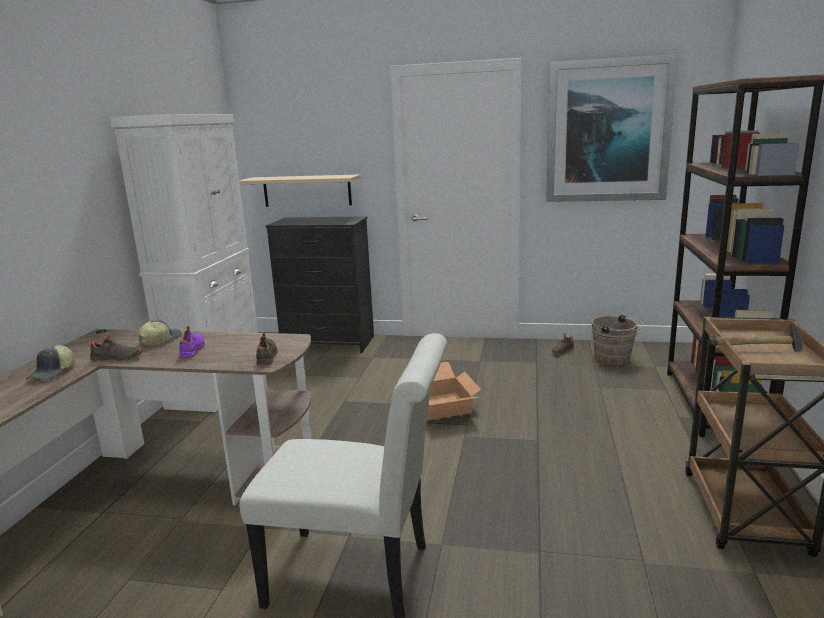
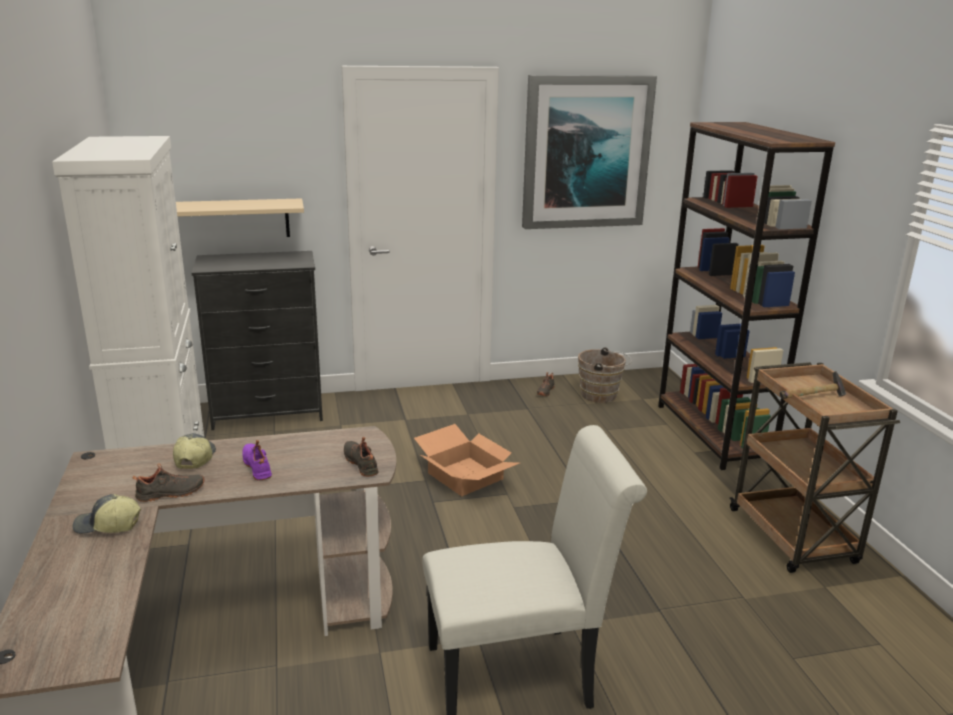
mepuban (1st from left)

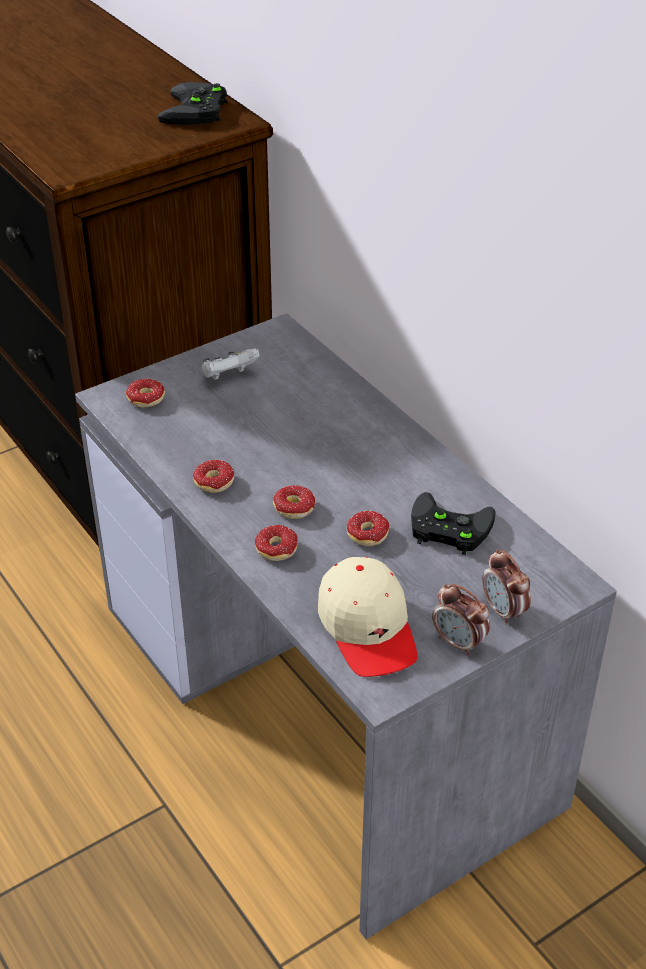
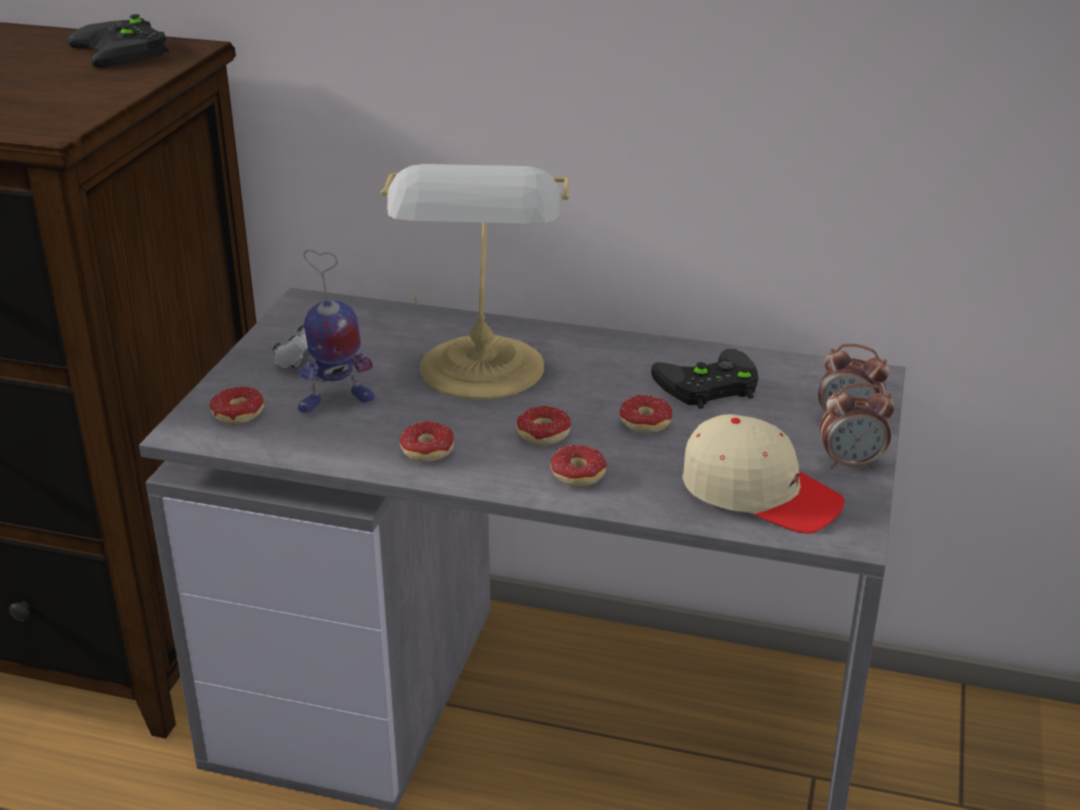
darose
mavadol

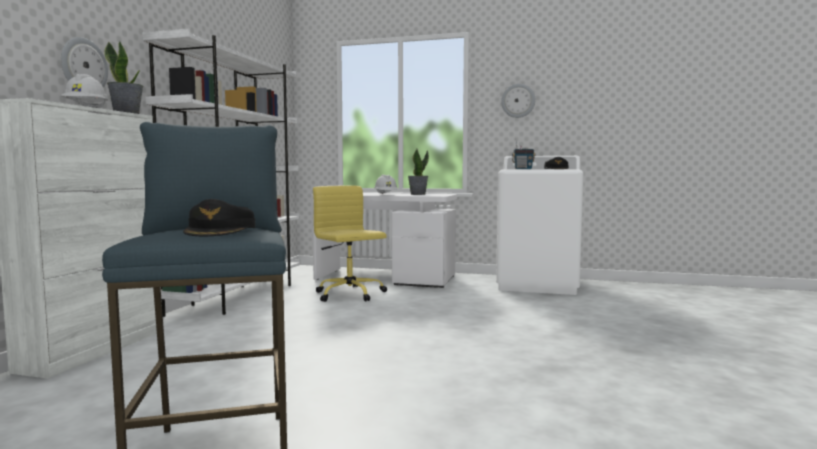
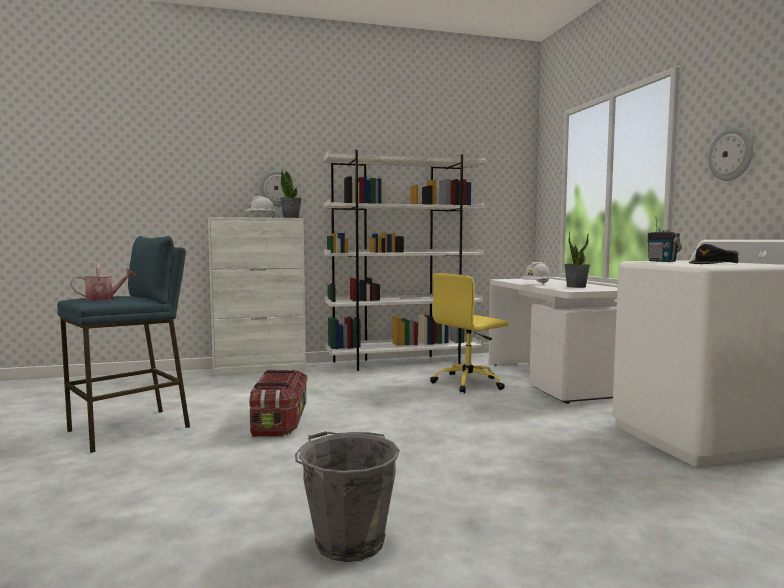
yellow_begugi
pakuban
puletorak
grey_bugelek

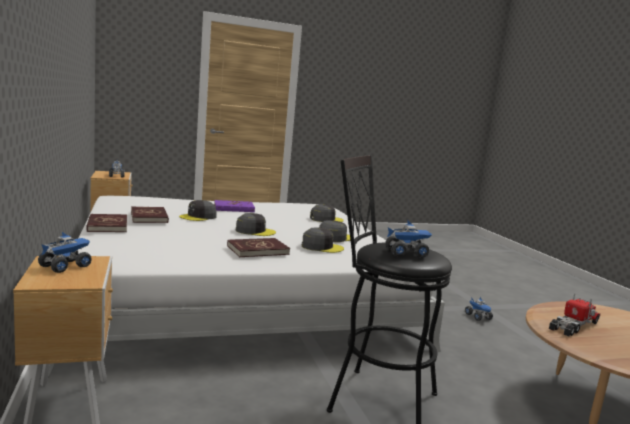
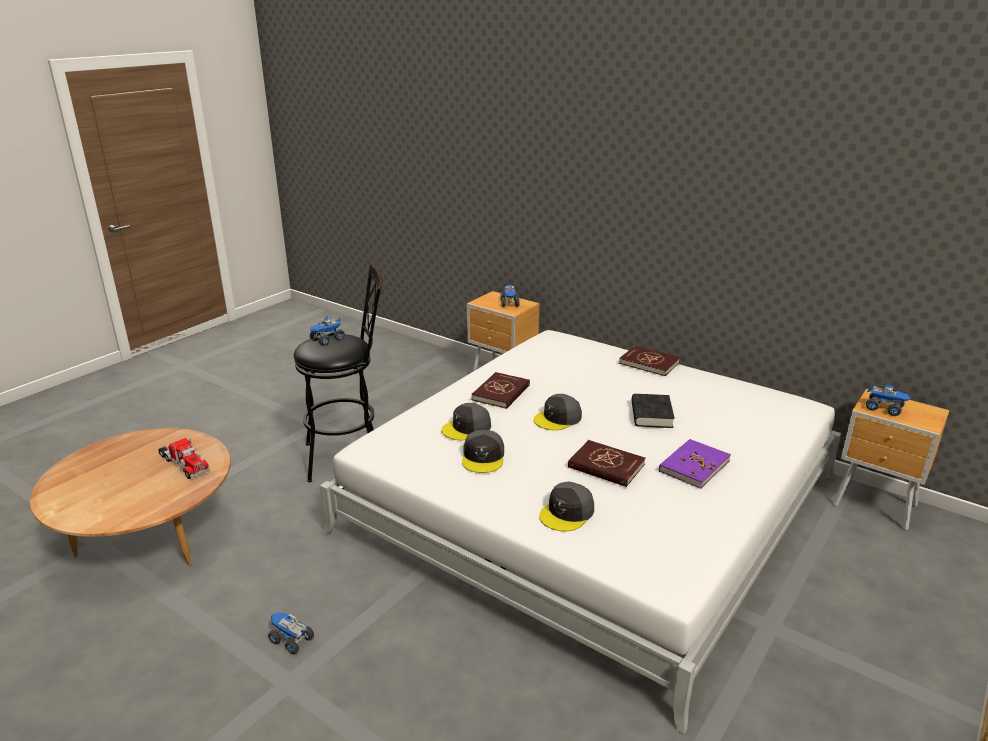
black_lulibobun
red_lulibobun (2nd from left)
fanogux (1st from left)

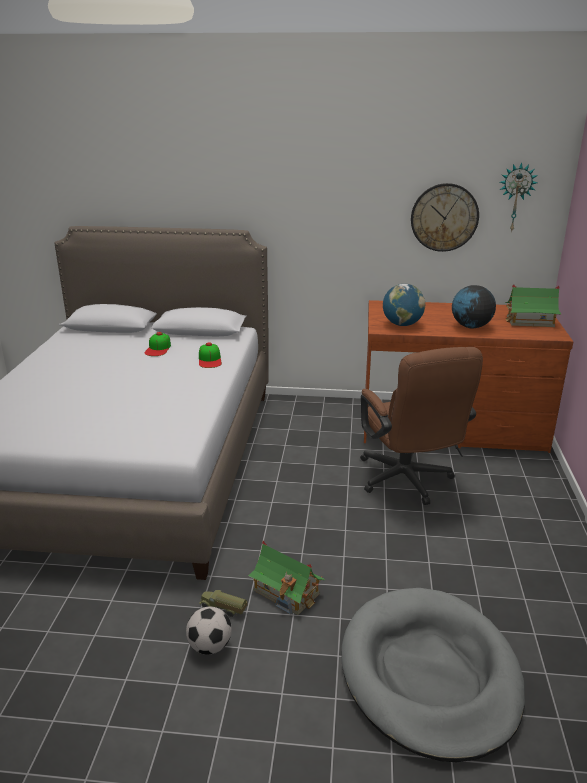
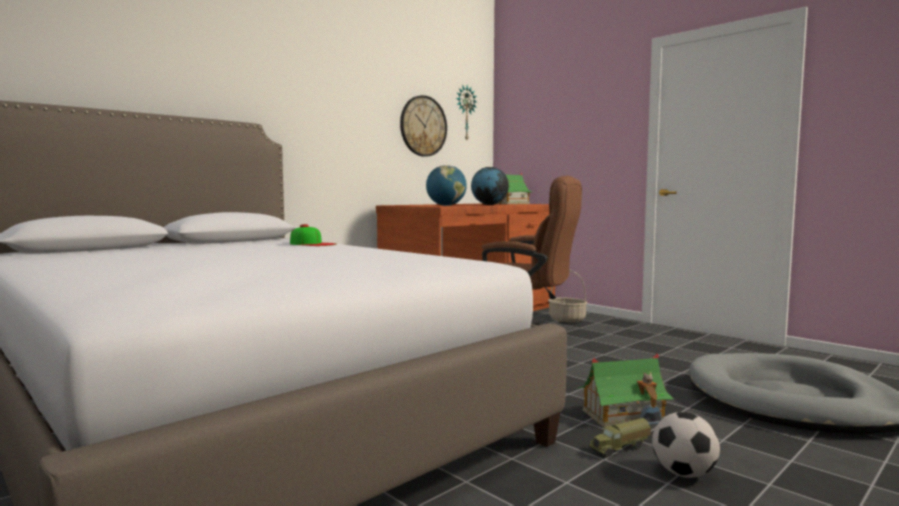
mepuban (1st from left in the first image)
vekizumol

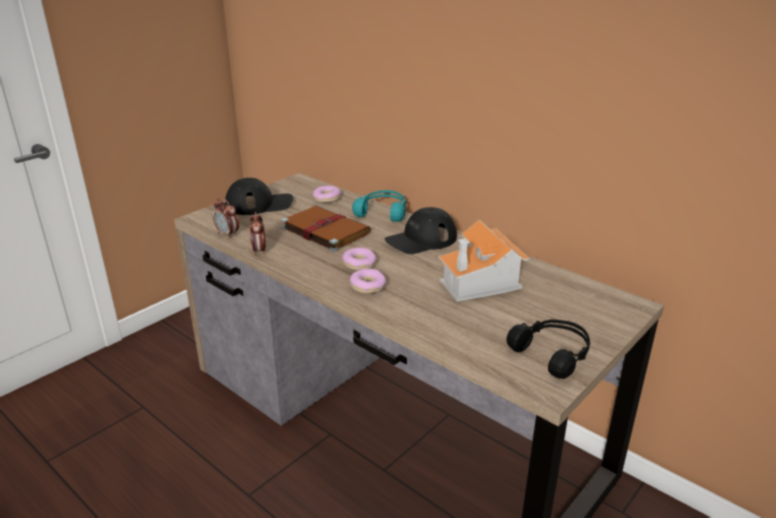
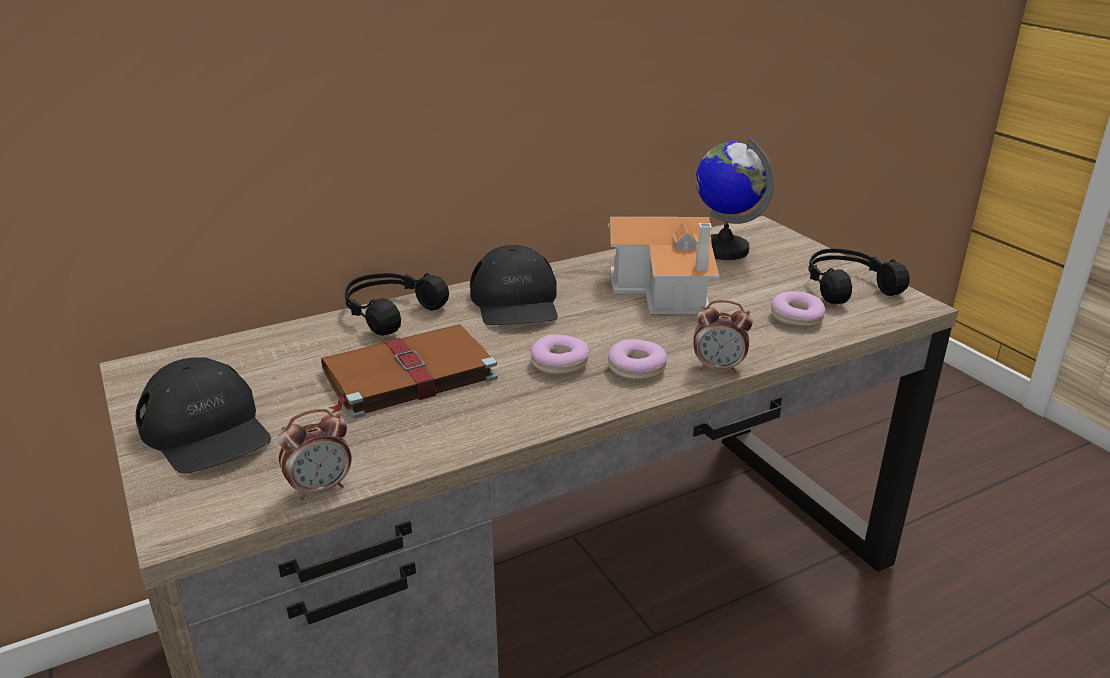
black_mepuban (1st from left)
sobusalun (3rd from left)
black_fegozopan (1st from left)
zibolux (2nd from left)
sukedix

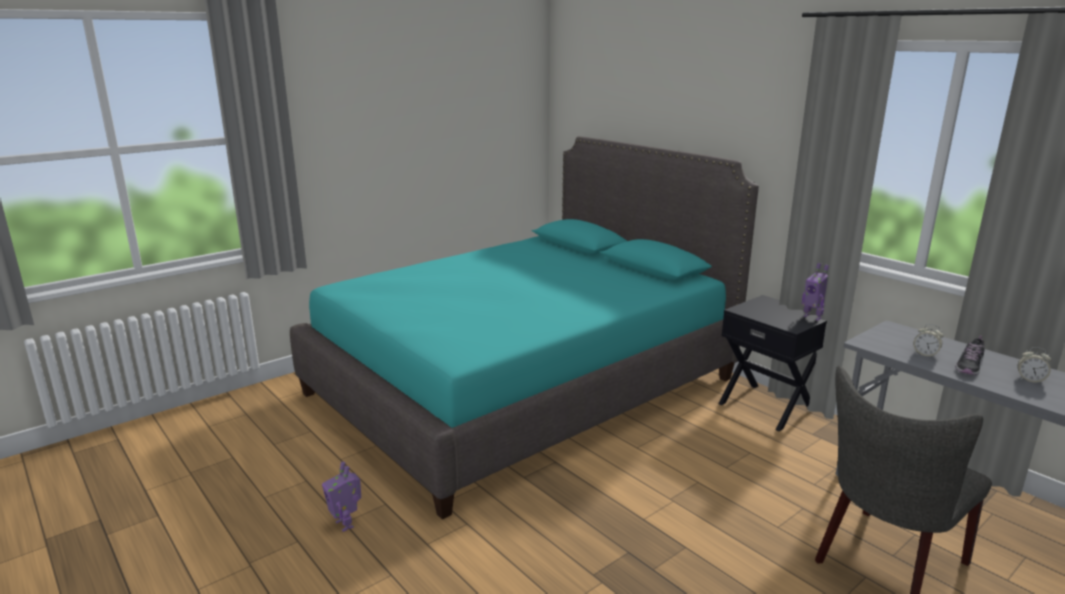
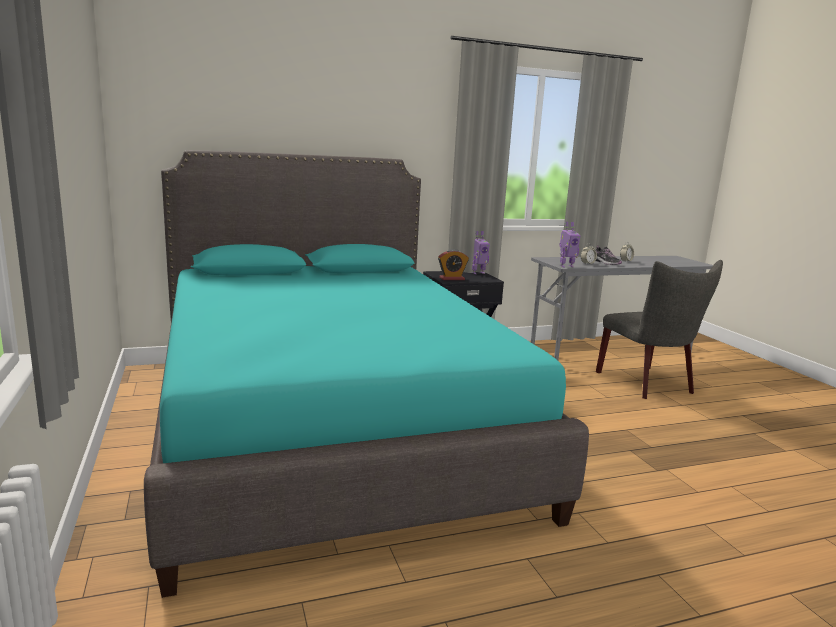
mavadol (2nd from left)
zibolux (1st from left)

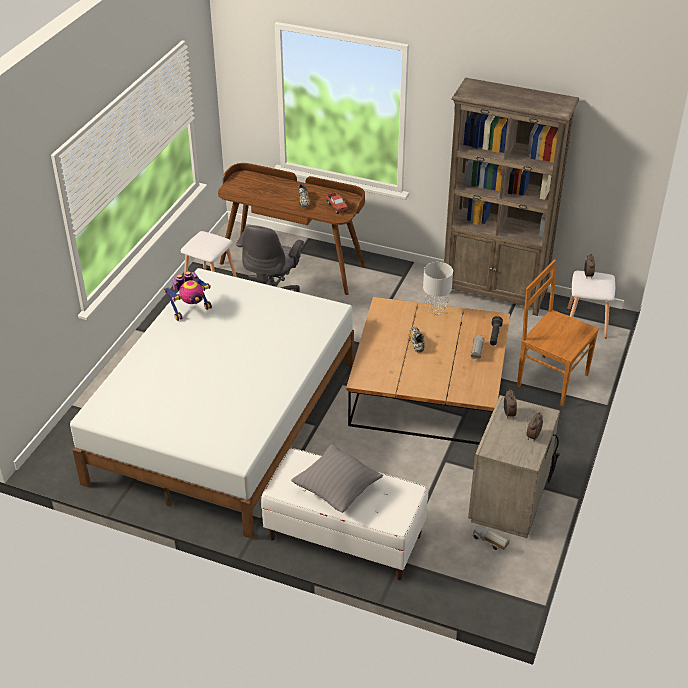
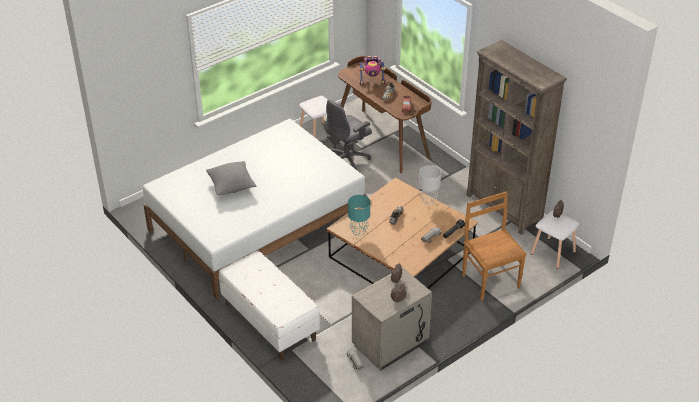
mavadol
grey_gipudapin
turquoise_darose

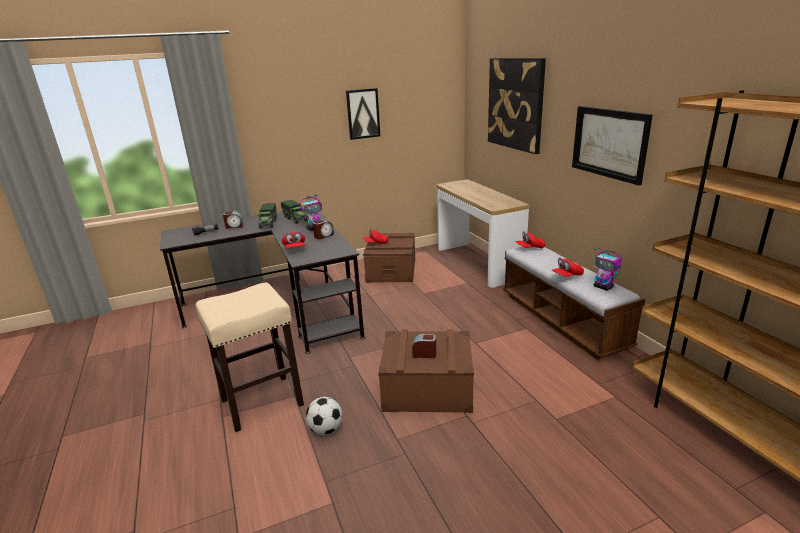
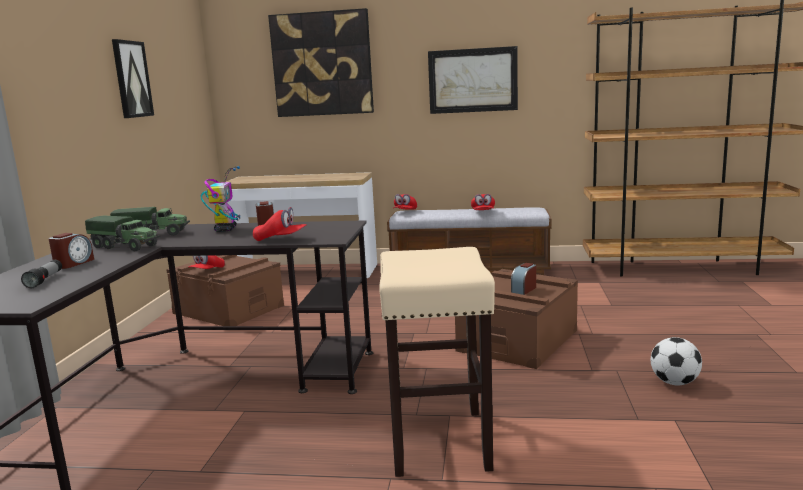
mavadol (2nd from left in the first image)
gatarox

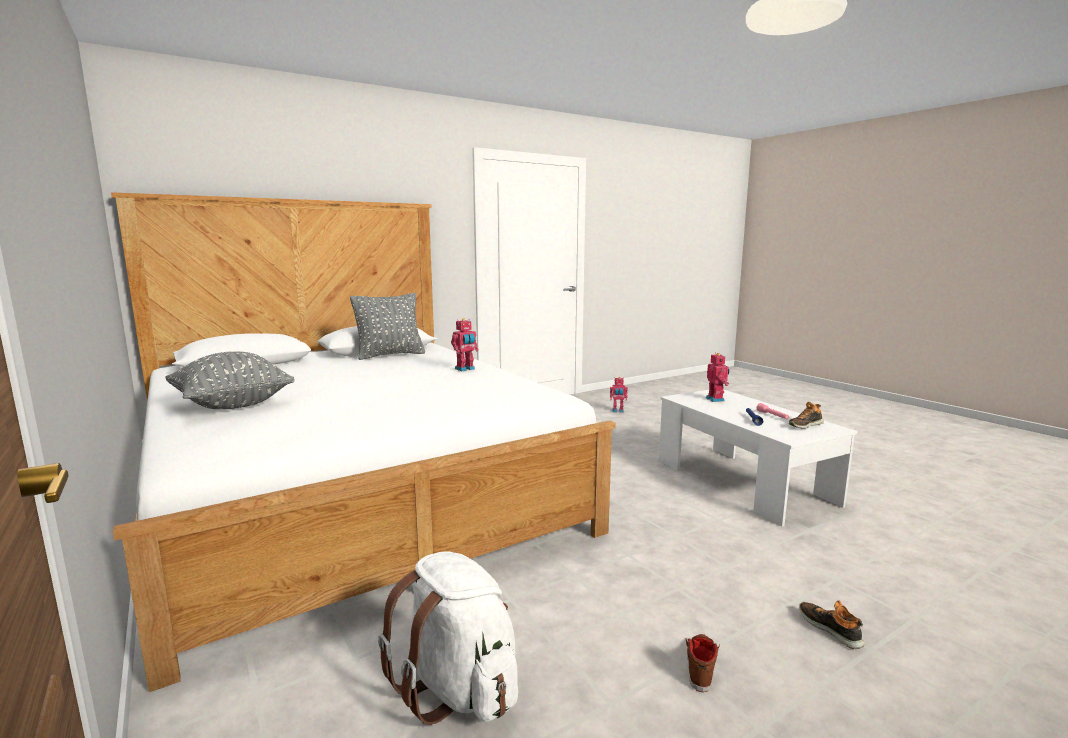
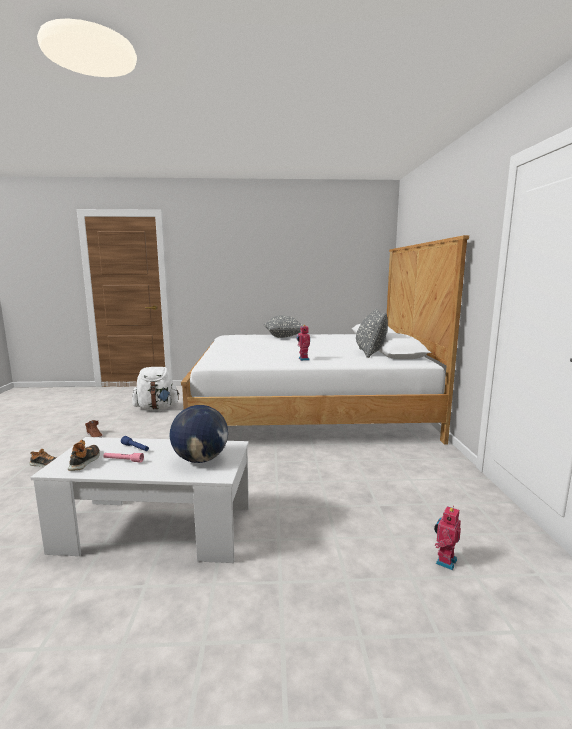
sukedix

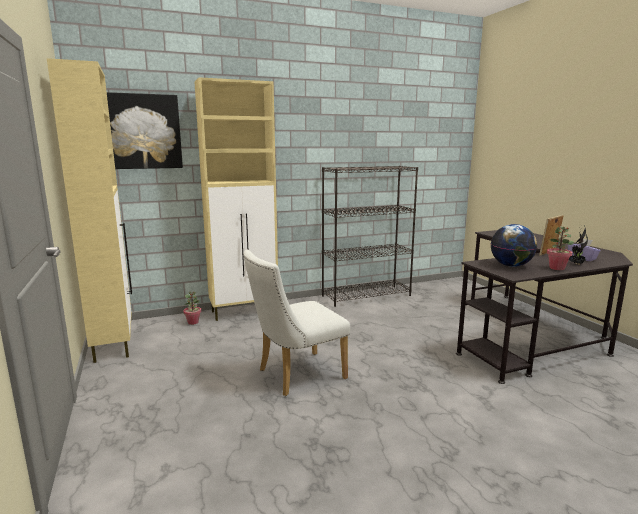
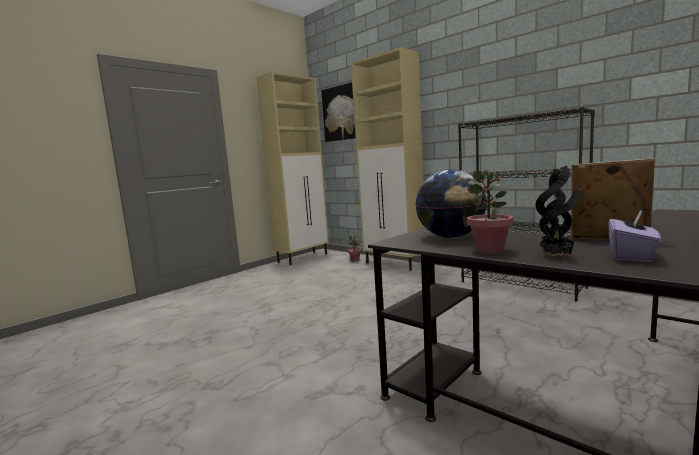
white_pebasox

